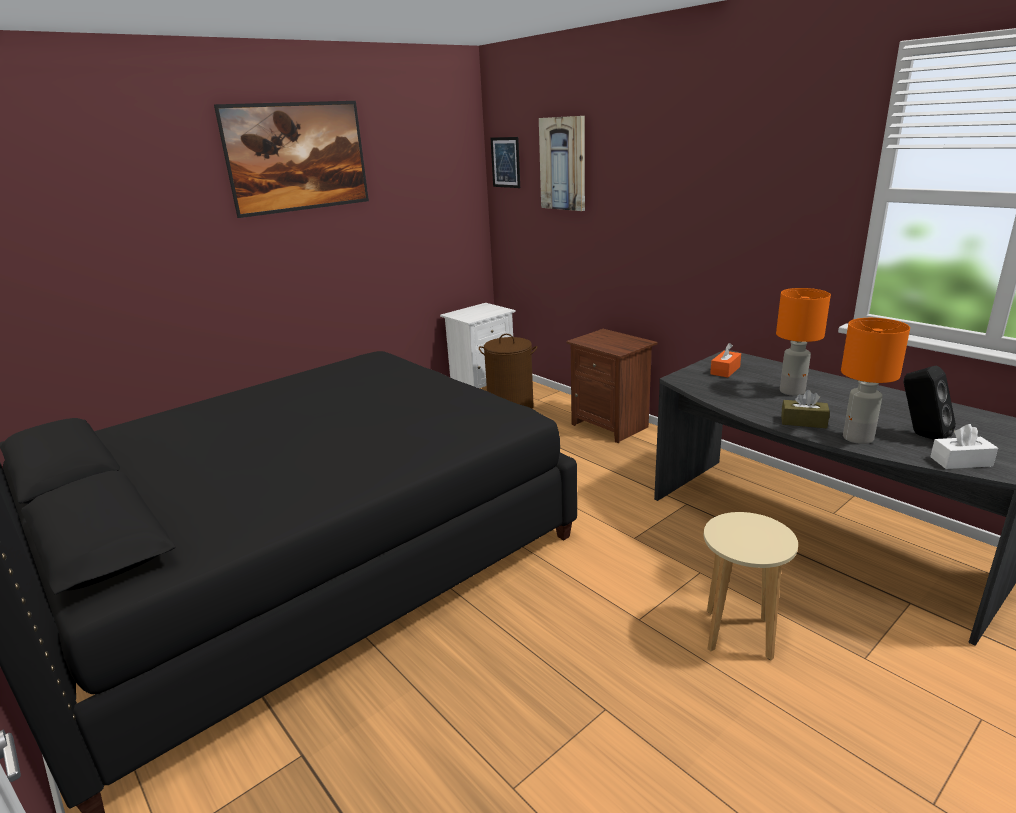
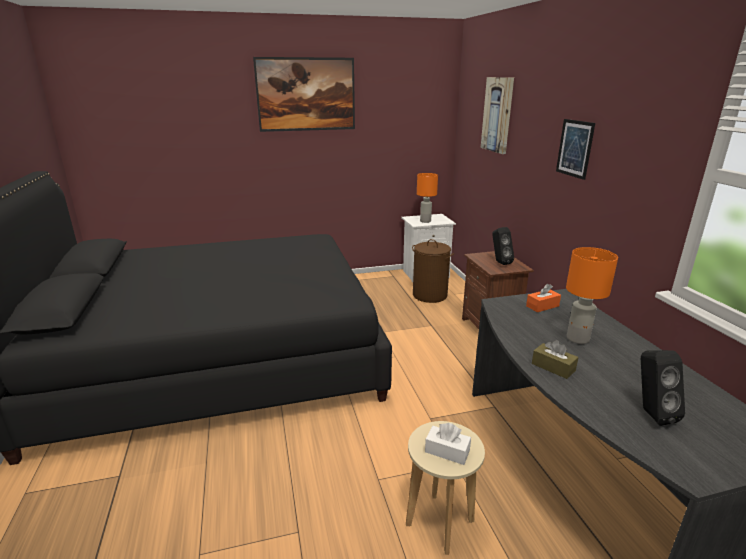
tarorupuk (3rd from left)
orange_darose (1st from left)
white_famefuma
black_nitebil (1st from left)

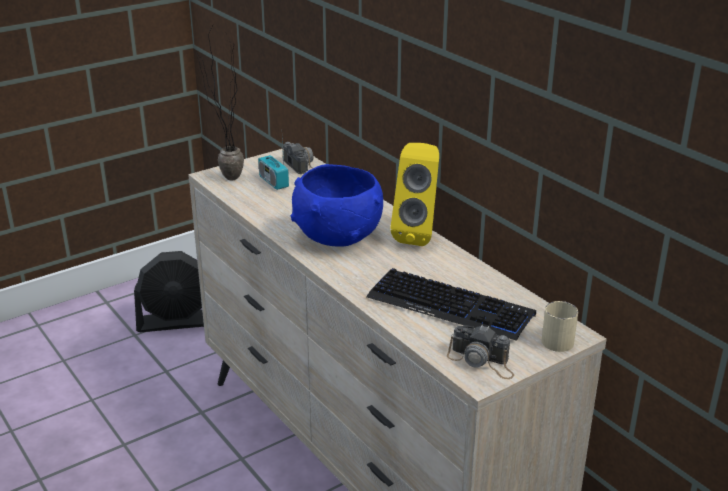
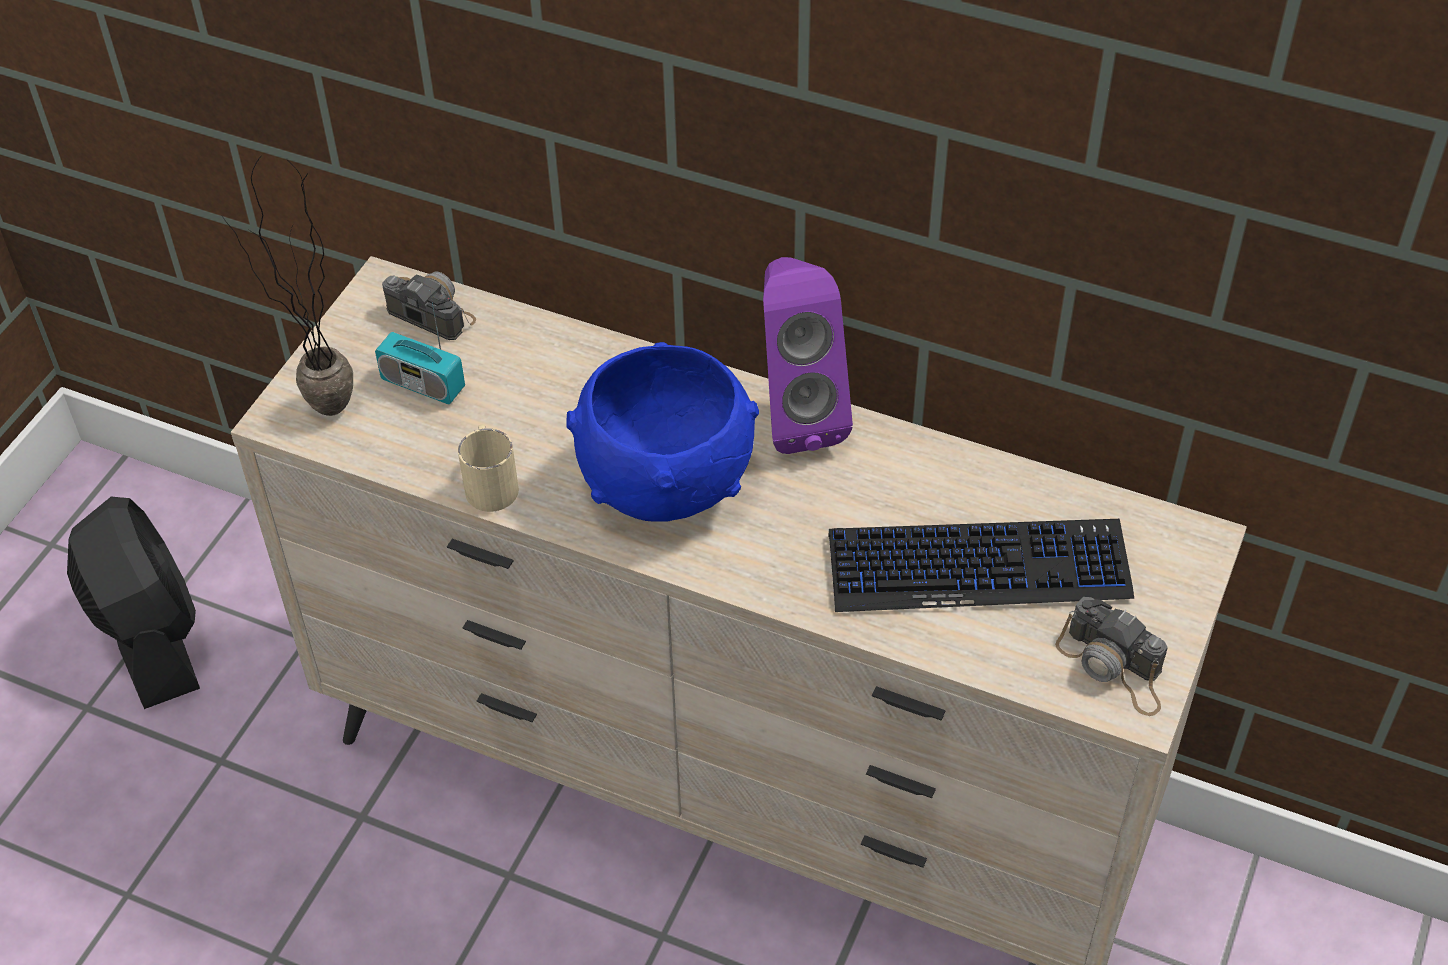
purple_nitebil
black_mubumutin
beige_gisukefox
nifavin (2nd from left)

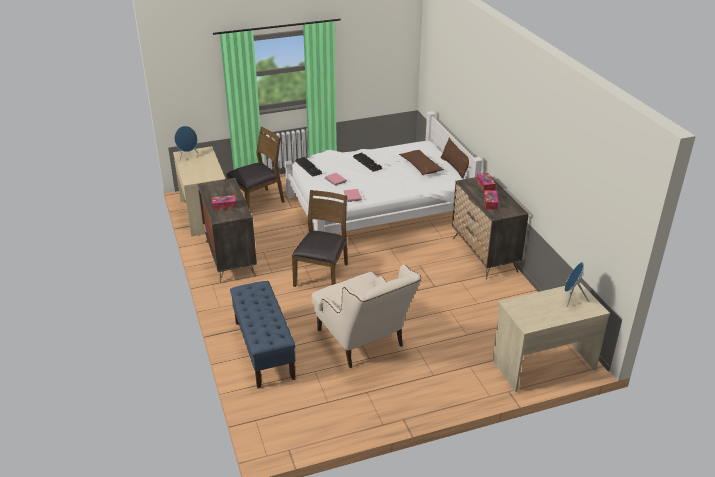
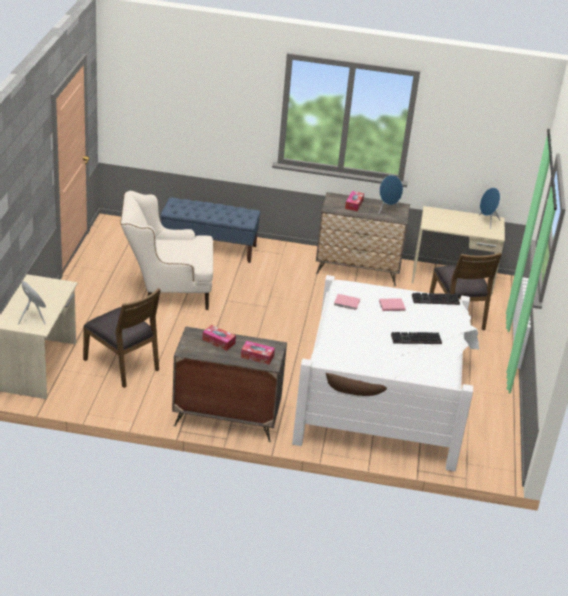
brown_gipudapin (1st from left in the first image)
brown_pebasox (1st from left)
blue_nitebil (2nd from left)

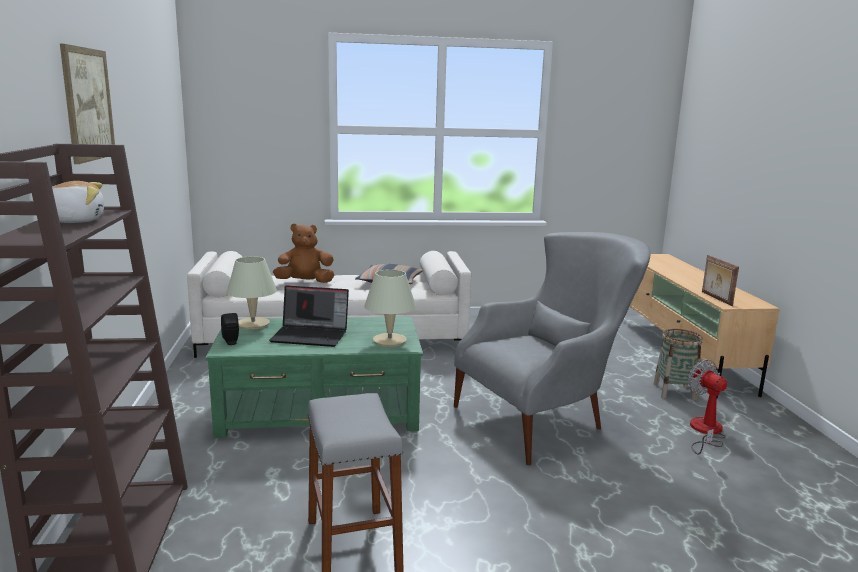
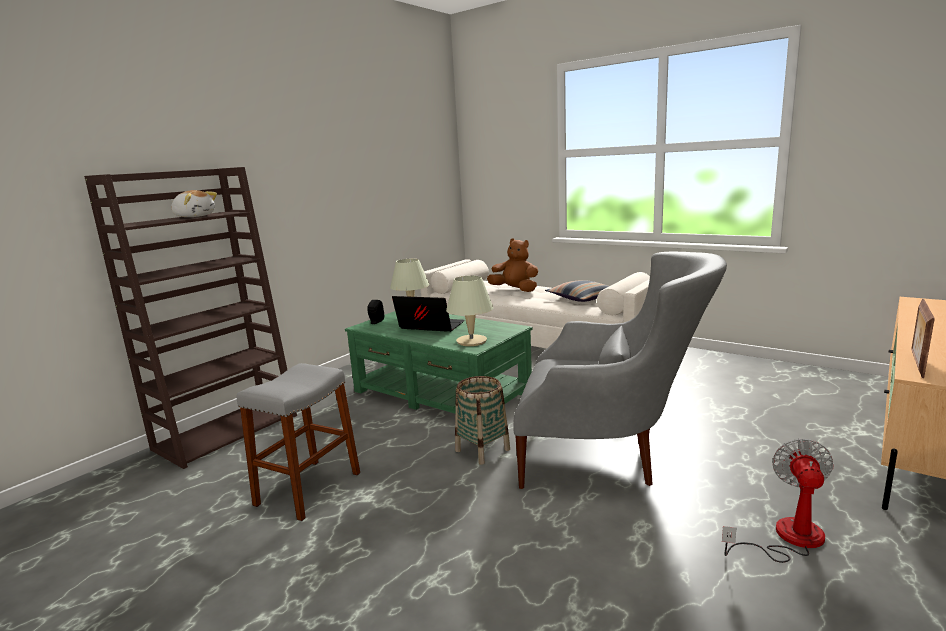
tarorupuk
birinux
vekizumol

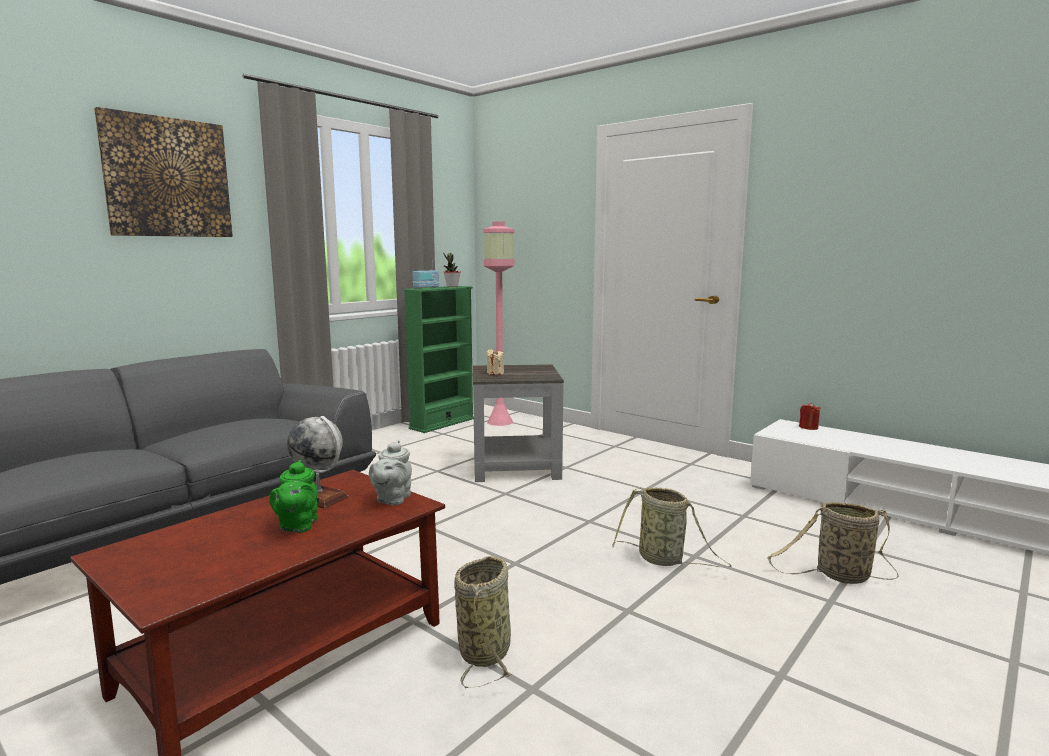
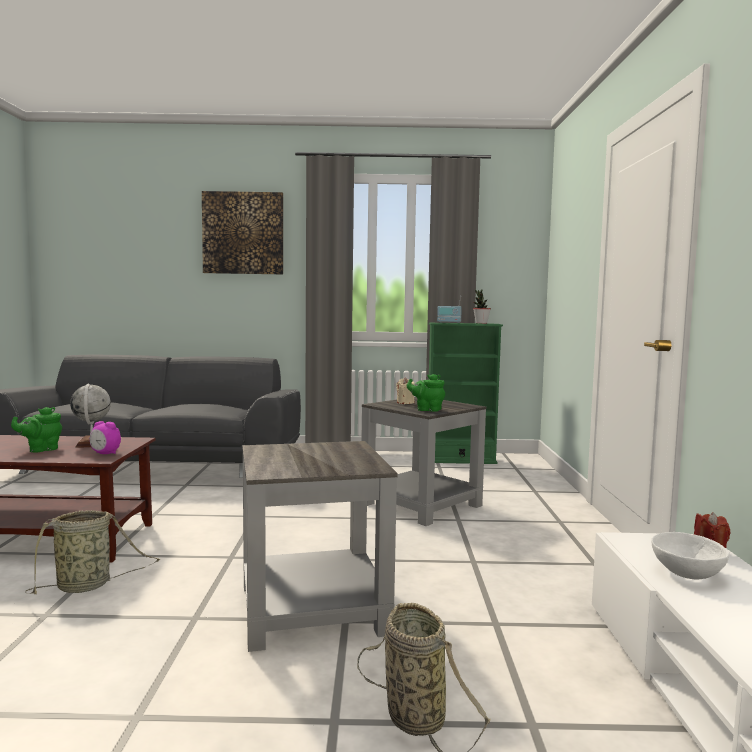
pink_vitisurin
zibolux
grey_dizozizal (1st from left)
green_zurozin (2nd from left)
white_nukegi

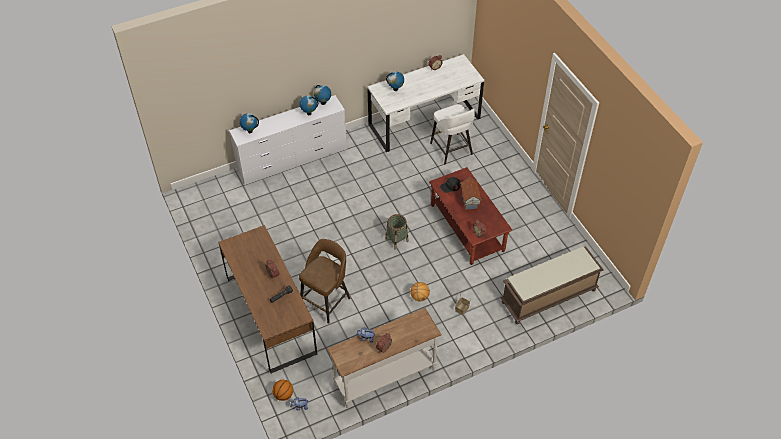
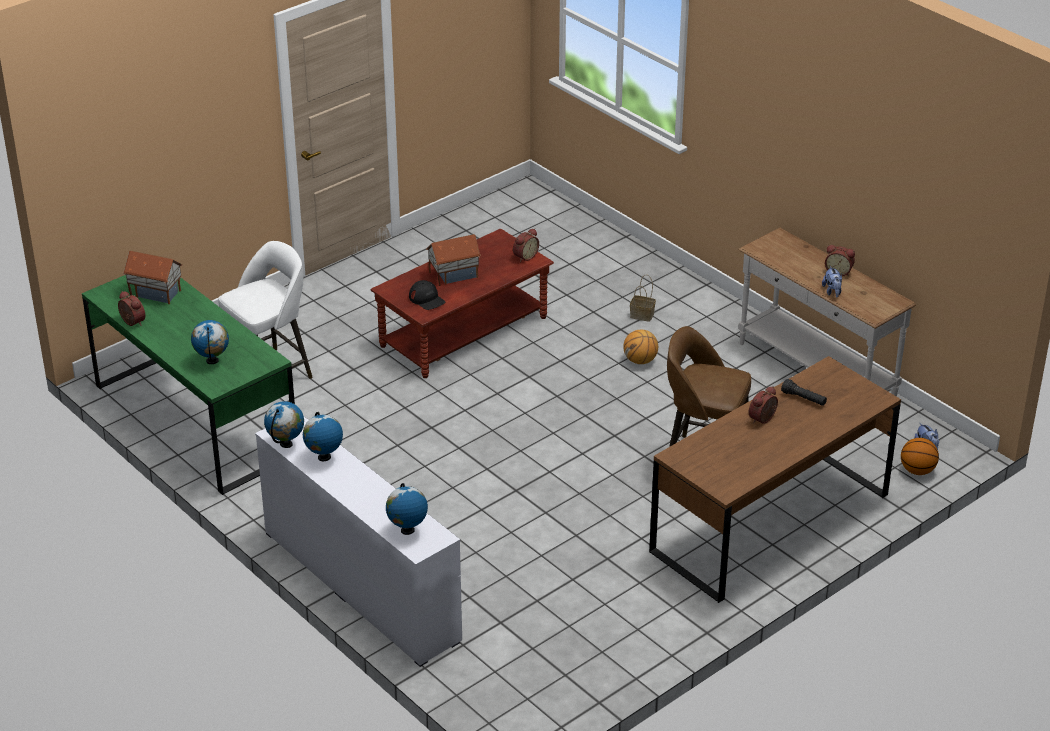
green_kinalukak
vekizumol (1st from left in the first image)
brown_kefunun
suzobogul (1st from left)

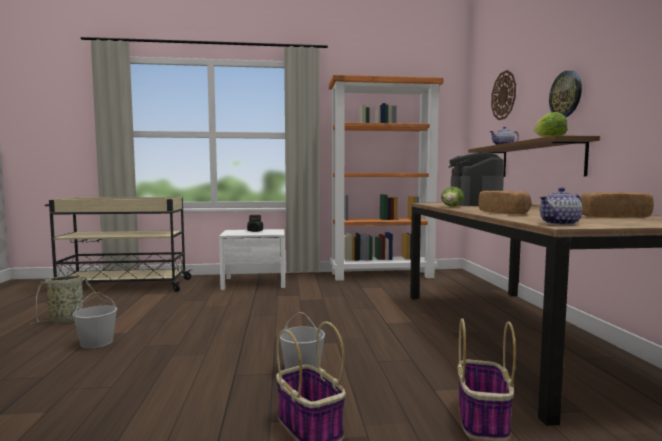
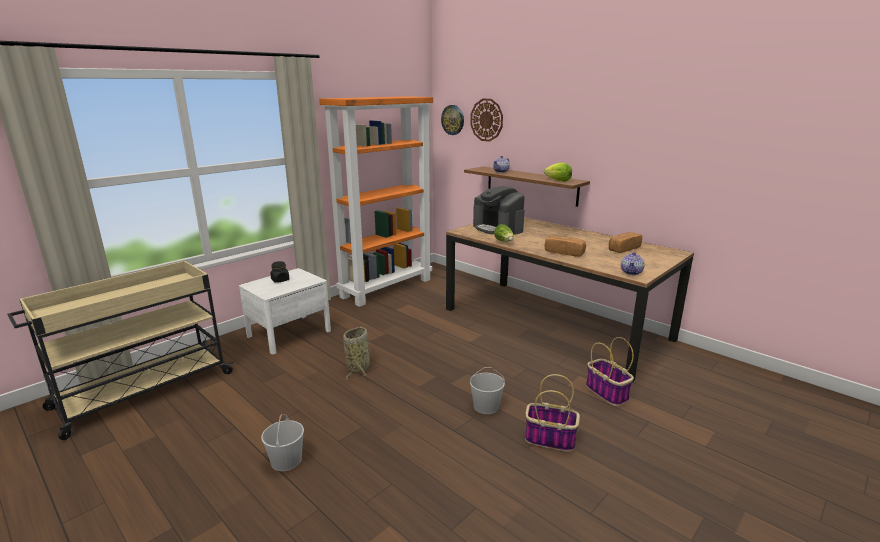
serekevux (1st from left)
vekizumol (1st from left)

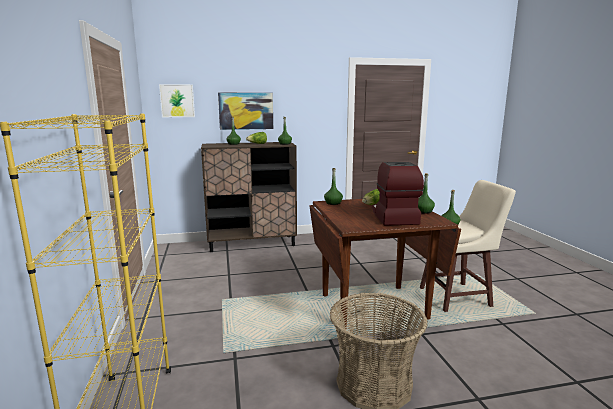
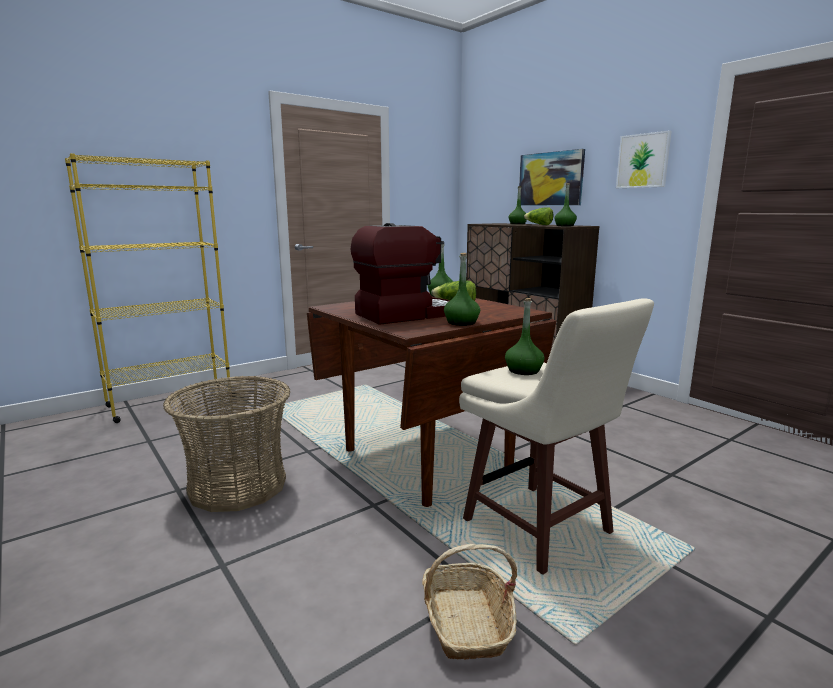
tarorupuk (2nd from left)
vekizumol (2nd from left)

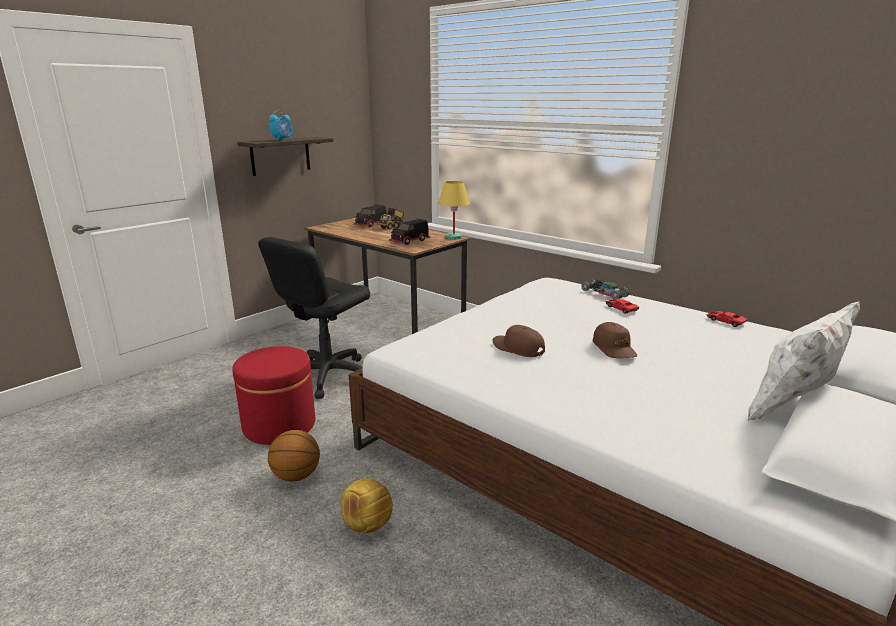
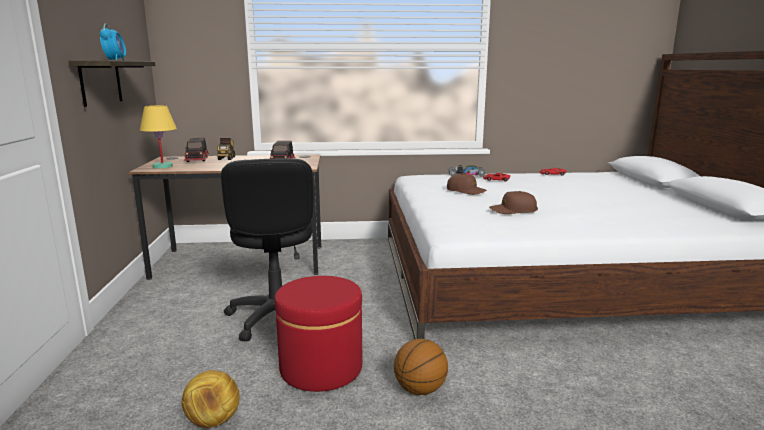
yellow_darose
white_gipudapin
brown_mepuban (1st from left)
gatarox

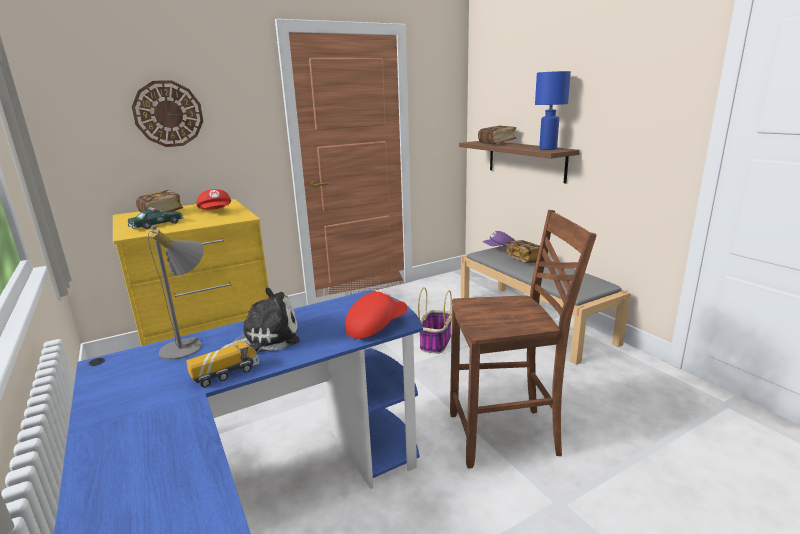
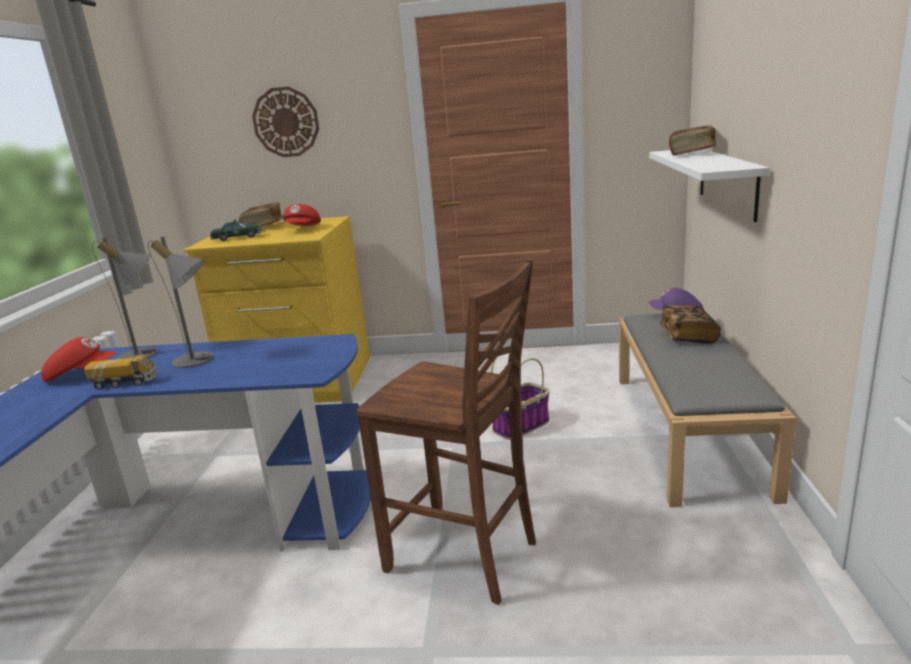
blue_darose
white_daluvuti
grey_darose (2nd from left)
red_mepuban (1st from left)

